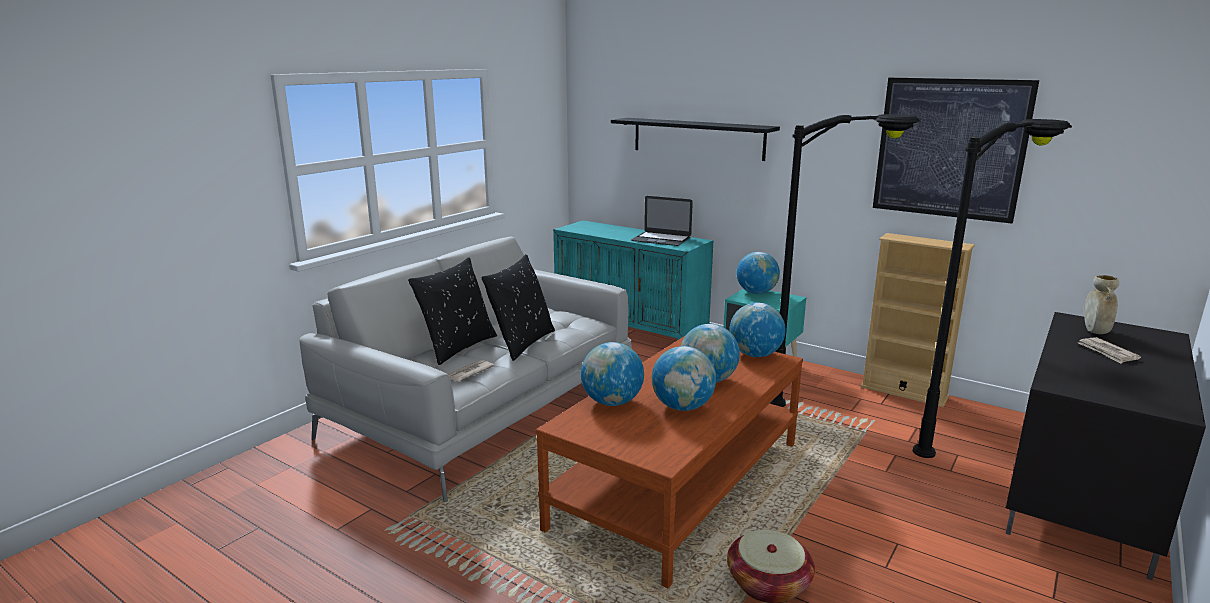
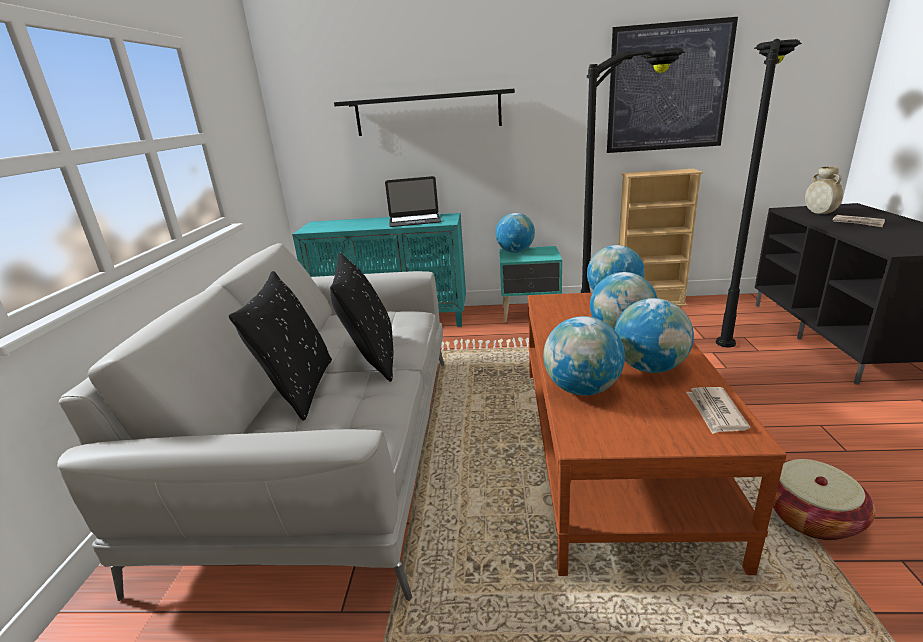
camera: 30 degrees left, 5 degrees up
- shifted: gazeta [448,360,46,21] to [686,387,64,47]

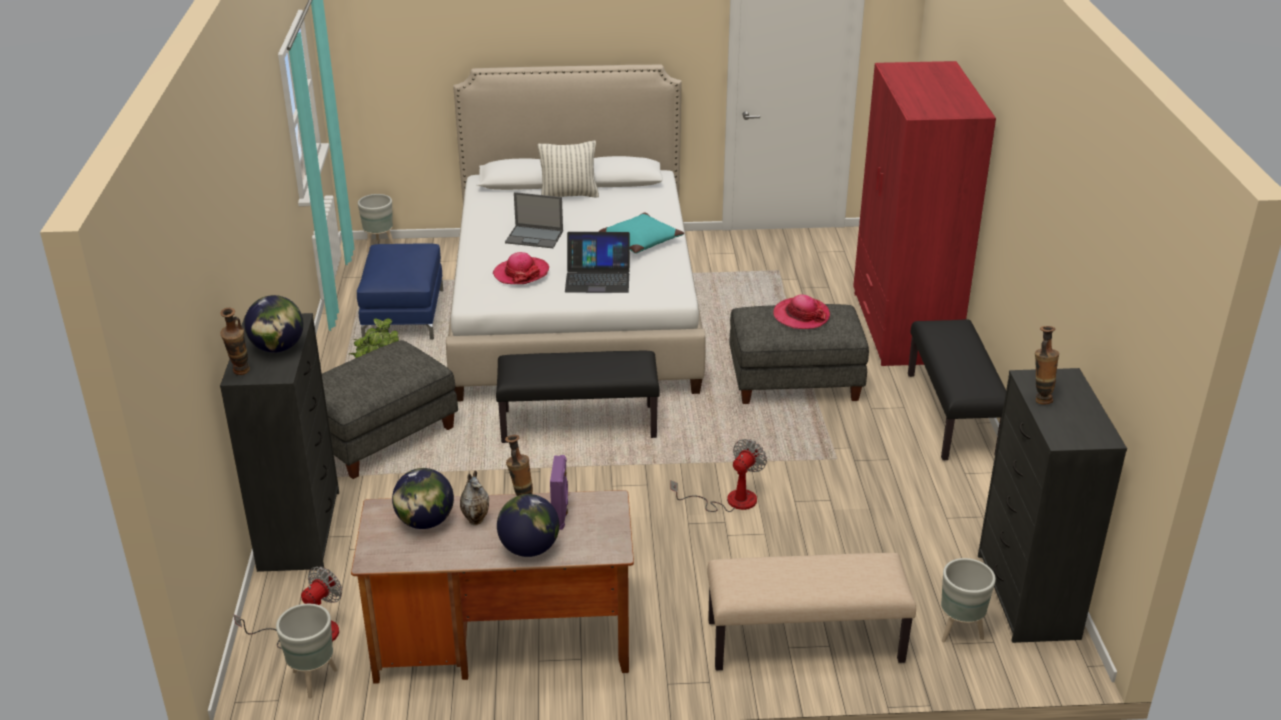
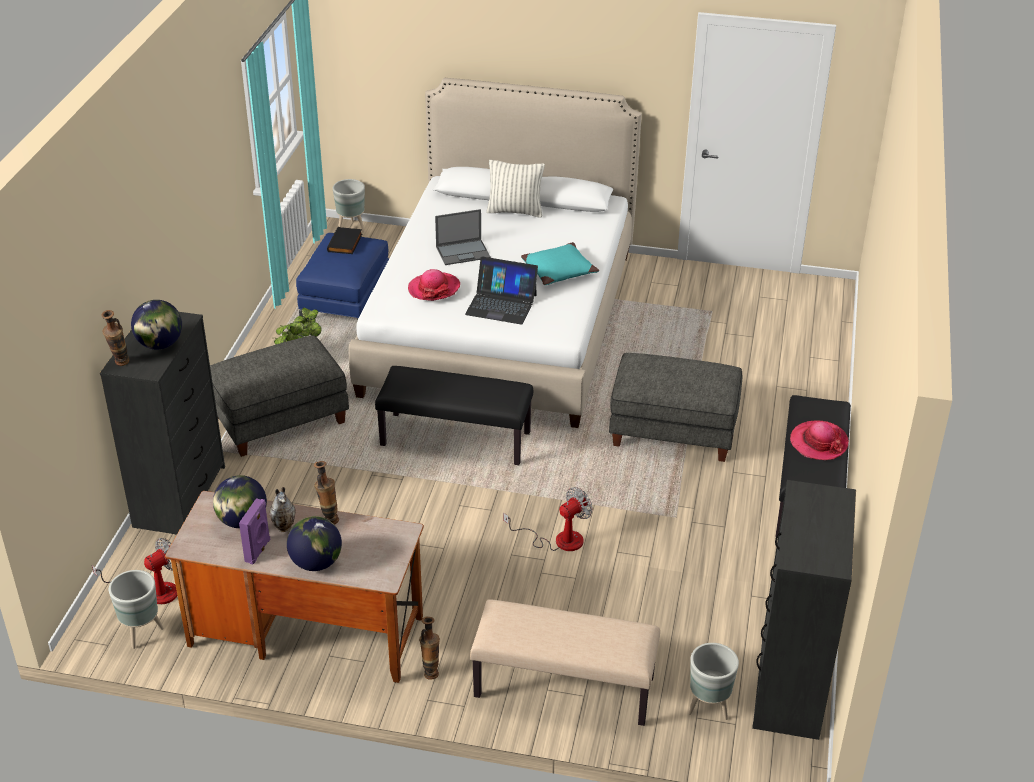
camera: 15 degrees right, 5 degrees up
- gone: szafa/czerwony [853,61,143,305]
- rotated: laptop [505,192,58,56] = [435,209,56,56] 45 degrees counterclockwise
- shifted: kapelusz [773,295,57,34] to [790,420,59,40]
- shifted: wazon [1035,326,24,79] to [419,616,21,64]
- shifted: głośnik/fioletowy [550,455,18,75] to [239,498,31,66]
- new: książka/czarny [327,227,35,27]

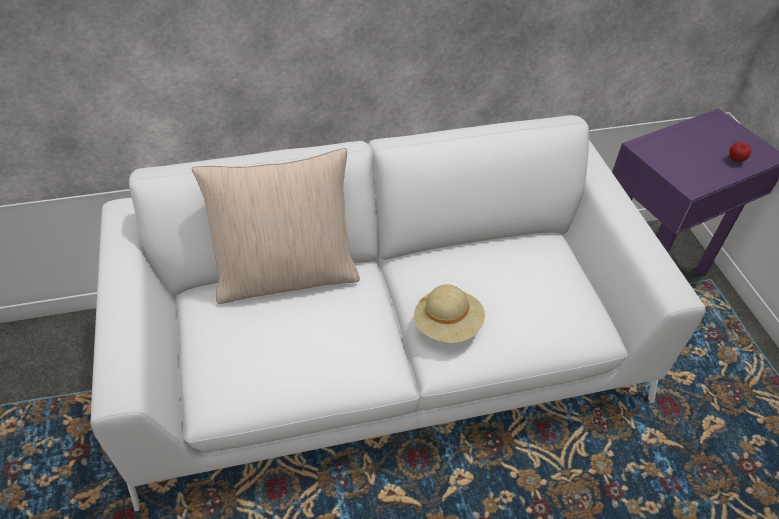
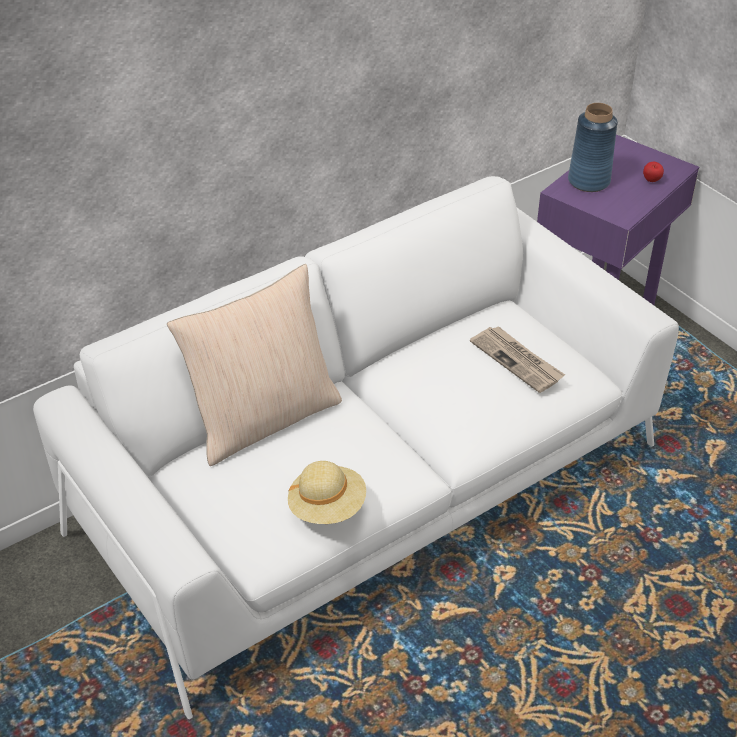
camera: 20 degrees left, 5 degrees down
- shifted: kapelusz/beżowy [414,285,71,58] to [288,461,78,63]
- new: wazon/niebieski [568,103,50,89]
- new: gazeta [470,326,95,67]

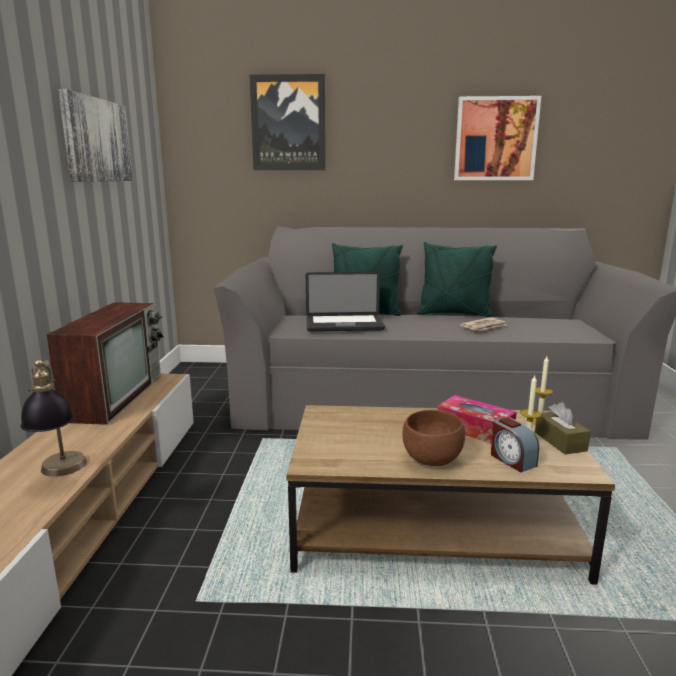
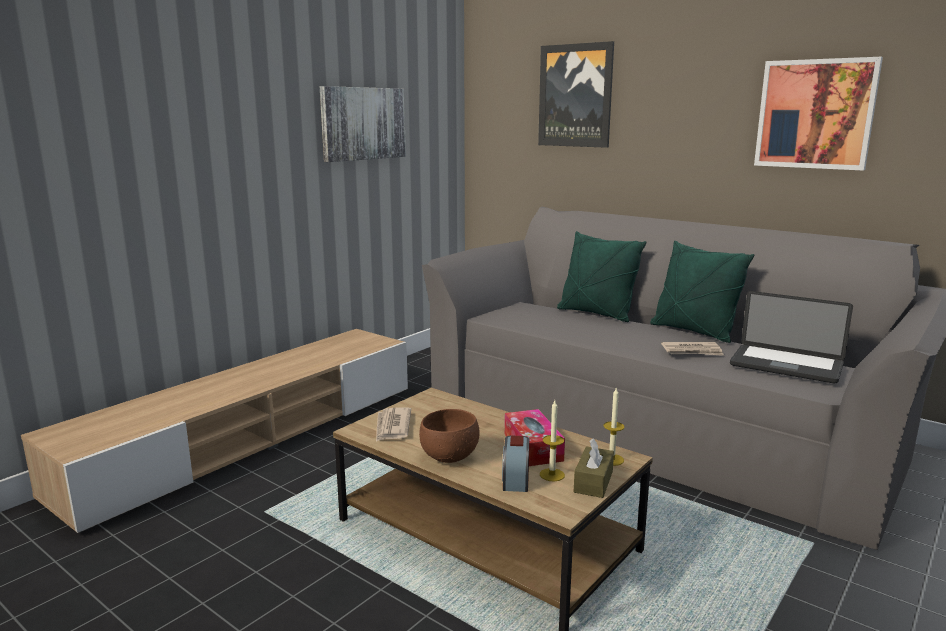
camera: 35 degrees right, 0 degrees up
- shifted: laptop [306,272,79,60] to [730,291,123,93]
- gone: telewizor [46,302,118,123]
- gone: lampa stołowa [21,360,66,117]
- new: gazeta [376,408,35,33]

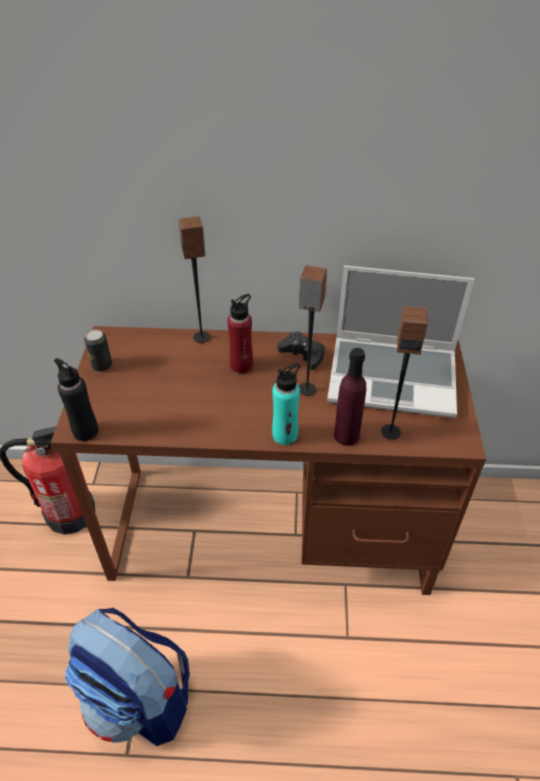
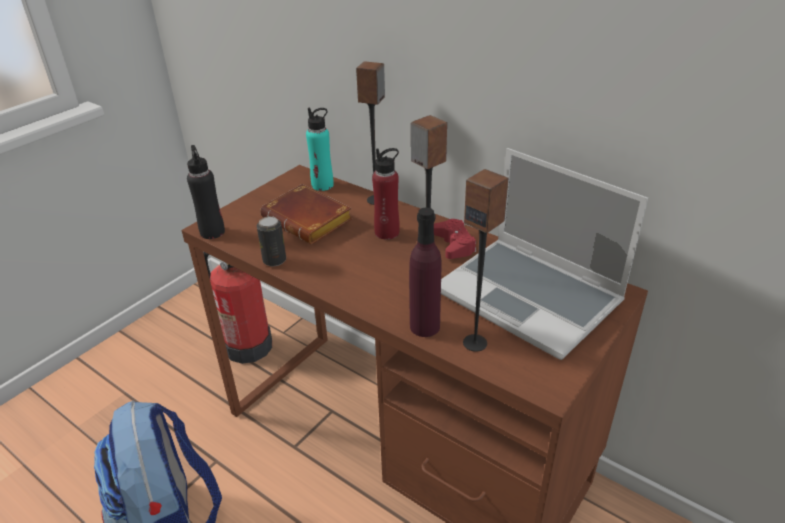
camera: 35 degrees right, 10 degrees down
- shifted: puszka [84,330,28,42] to [257,216,29,50]
- repainted: pad do gier/czarny [277,332,48,38] to pad do gier/czerwony [434,219,42,40]
- shifted: butelka/turkusowy [272,363,29,82] to [306,108,27,83]
- new: książka/brązowy [260,184,93,60]

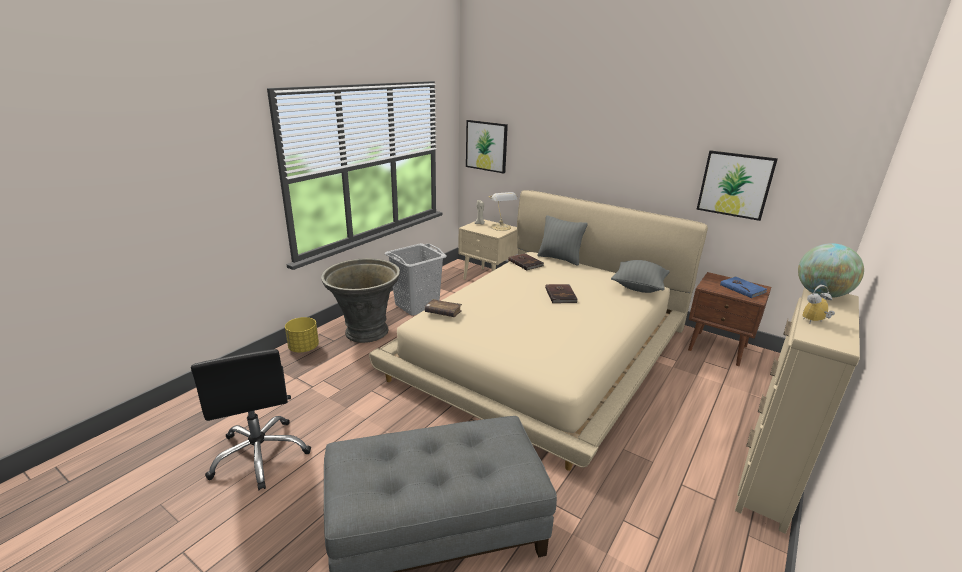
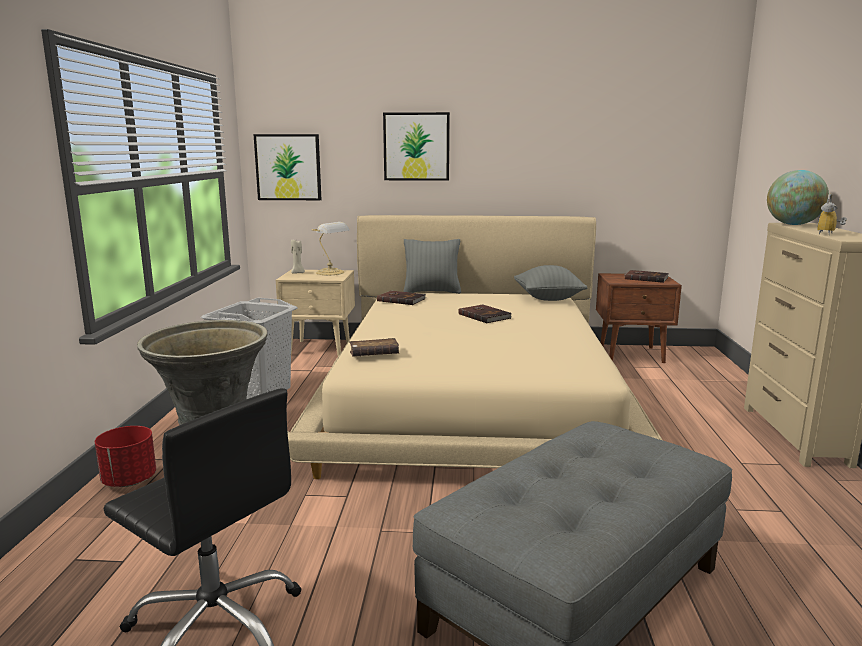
camera: 30 degrees left, 10 degrees down
- shifted: obraz [696,150,82,71] to [383,112,67,69]
- repainted: książka/niebieski [720,277,47,21] to książka/brązowy [625,270,44,13]
- repainted: donica/żółty [285,317,34,36] to donica/czerwony [95,426,61,61]

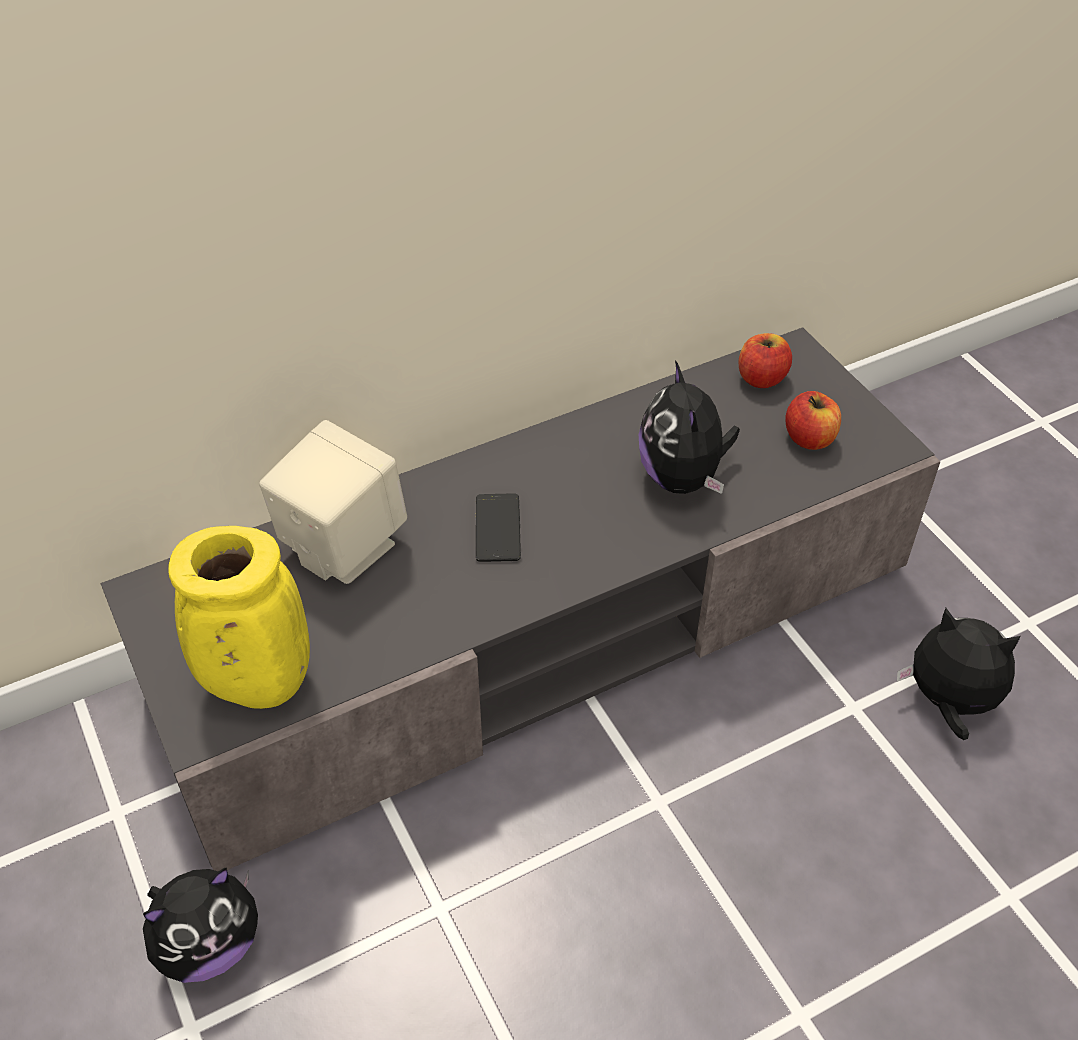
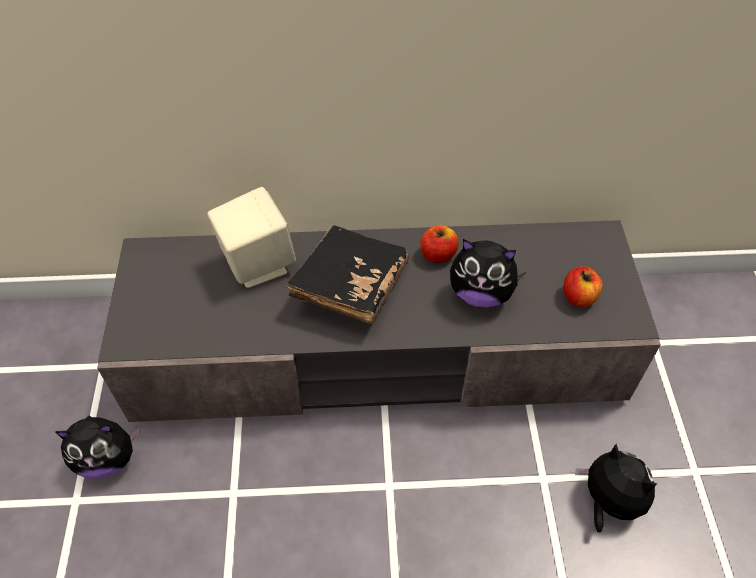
camera: 25 degrees right, 5 degrees up
- shifted: jabłko [739,333,53,55] to [420,225,39,38]
- rotated: pluszak [639,360,101,134] = [450,239,76,69] 90 degrees counterclockwise
- swapped: telefon [476,493,45,69] to książka/czarny [287,225,122,98]
- gone: wazon/żółty [168,526,142,183]

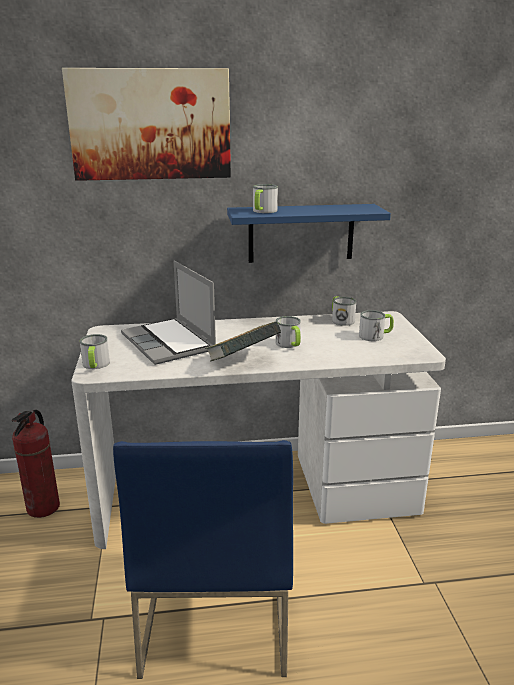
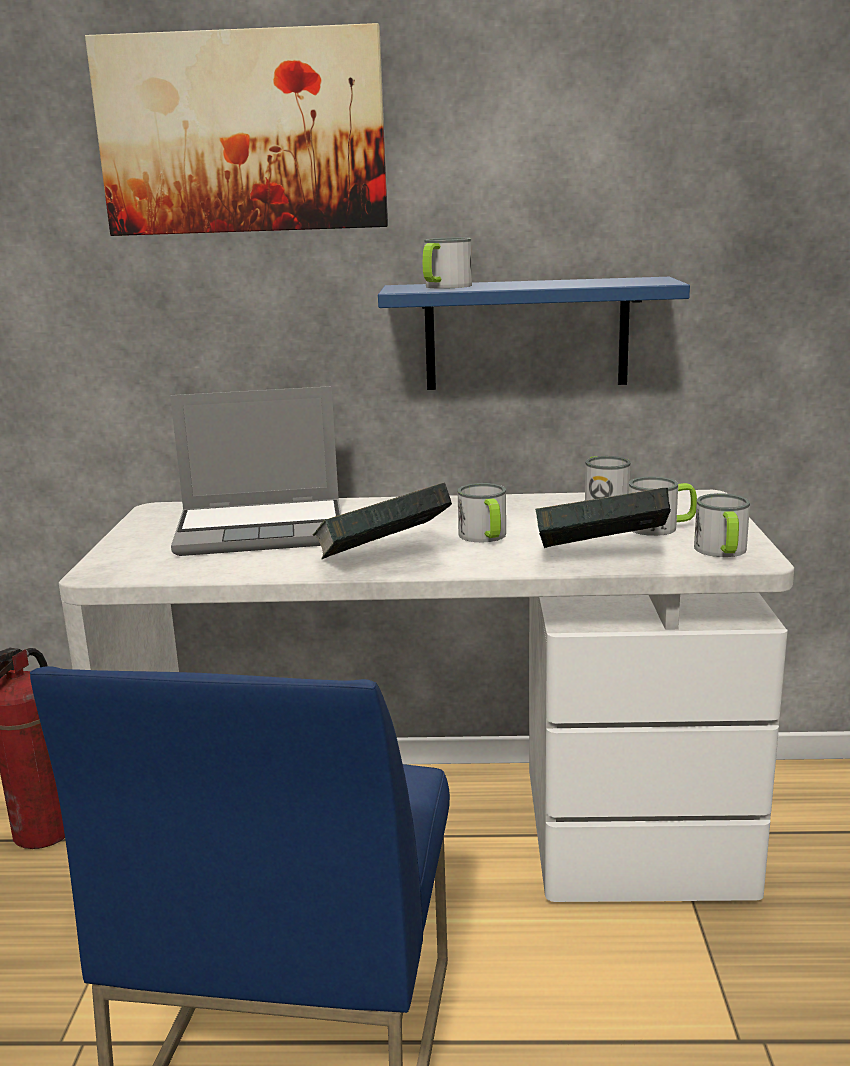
camera: 10 degrees right, 5 degrees down
- rotated: laptop [121,261,95,104] = [170,386,171,170] 75 degrees counterclockwise
- shifted: kubek [80,334,30,35] to [694,493,56,64]
- new: książka [535,487,136,61]

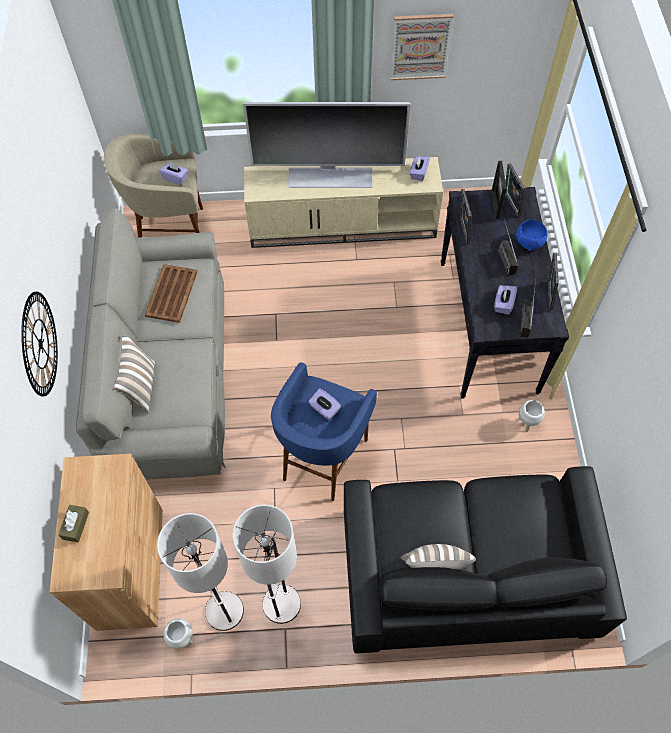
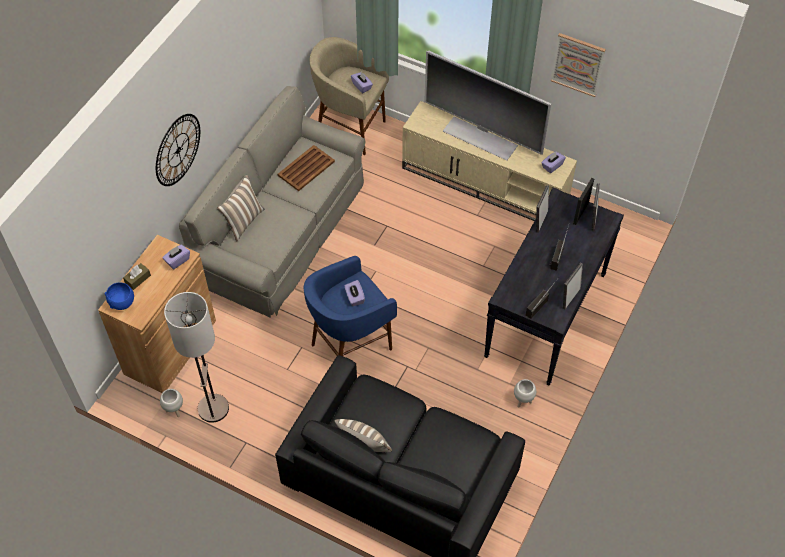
camera: 30 degrees right, 5 degrees down
- shifted: miska/niebieski [516,220,31,31] to [105,282,29,28]
- shifted: pudełko chusteczek/fioletowy [494,285,23,30] to [162,245,28,24]
- gone: lampa stojąca [232,504,69,120]

